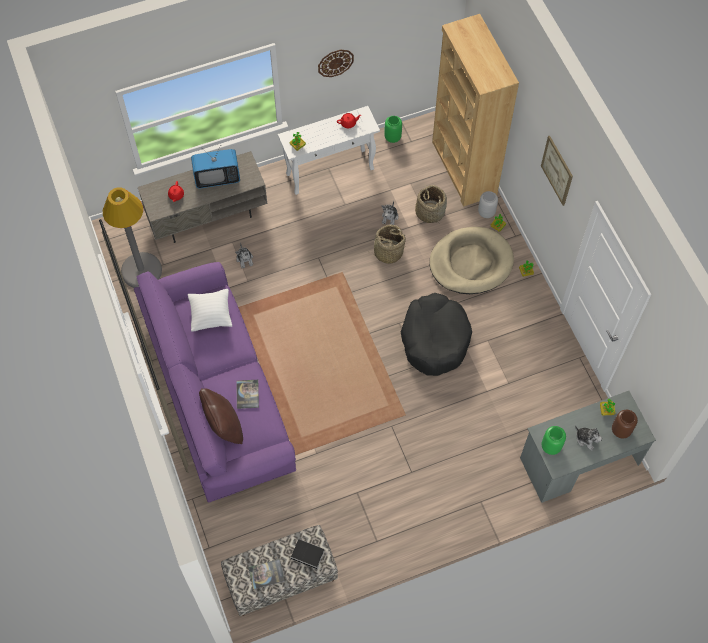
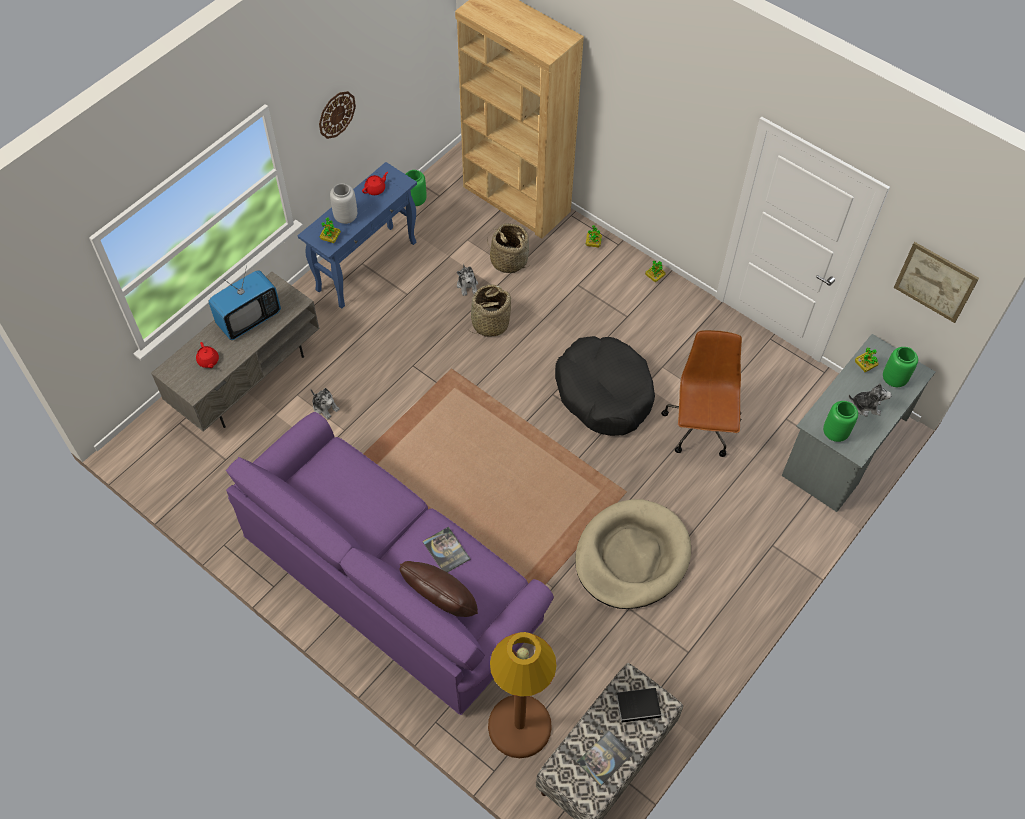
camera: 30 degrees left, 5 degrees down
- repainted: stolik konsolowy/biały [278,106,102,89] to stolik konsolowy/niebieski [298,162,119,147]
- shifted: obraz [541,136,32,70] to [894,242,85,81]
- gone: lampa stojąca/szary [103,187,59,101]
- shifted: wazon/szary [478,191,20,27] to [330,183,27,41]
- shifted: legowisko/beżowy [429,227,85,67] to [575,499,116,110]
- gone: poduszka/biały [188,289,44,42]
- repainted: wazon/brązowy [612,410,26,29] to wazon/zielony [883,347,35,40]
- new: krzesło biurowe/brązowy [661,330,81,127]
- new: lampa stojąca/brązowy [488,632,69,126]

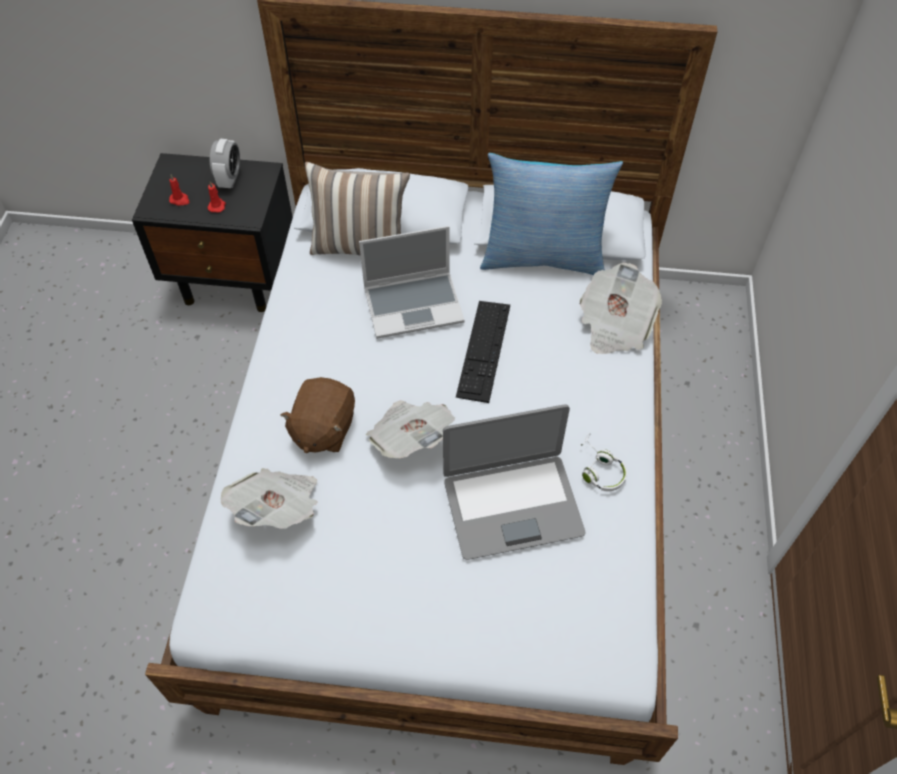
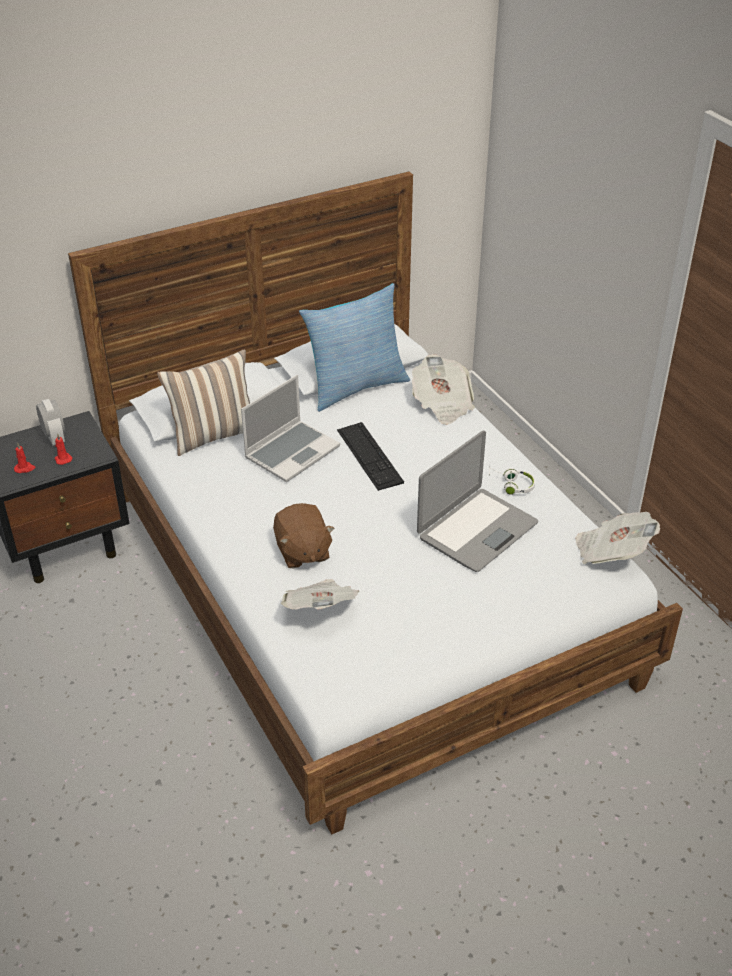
camera: 35 degrees left, 15 degrees down
- shifted: gazeta [366,401,89,57] to [575,512,85,52]

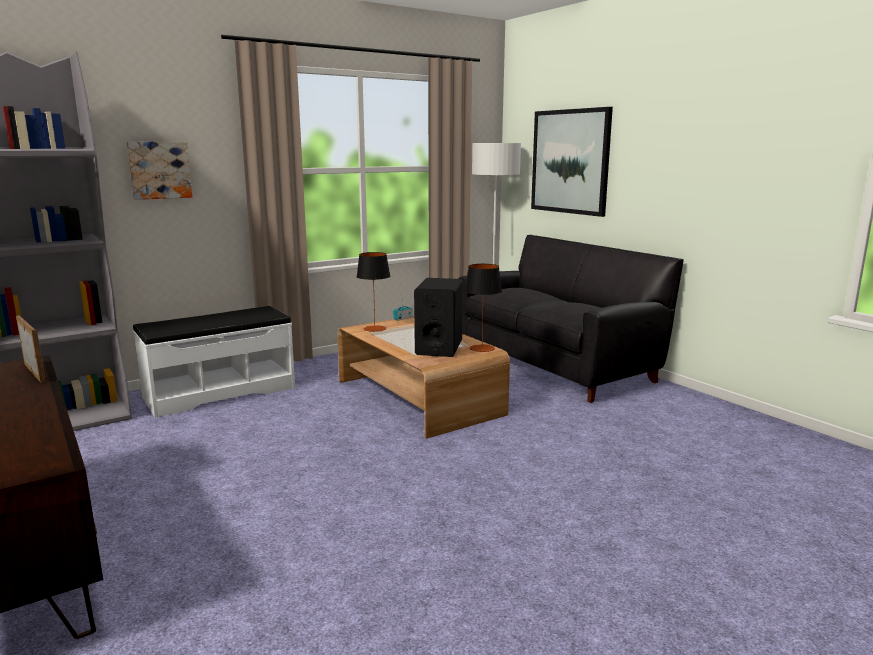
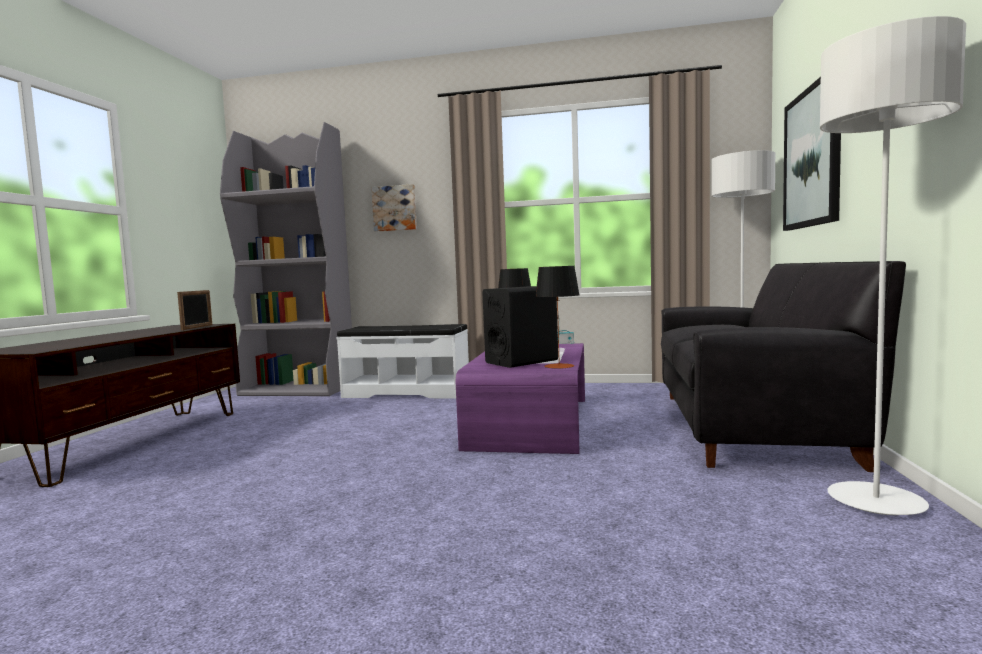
camera: 45 degrees right, 10 degrees down
- repainted: ława/brązowy [338,316,172,123] to ława/fioletowy [456,343,129,111]
- new: lampa stojąca/biały [820,16,146,499]

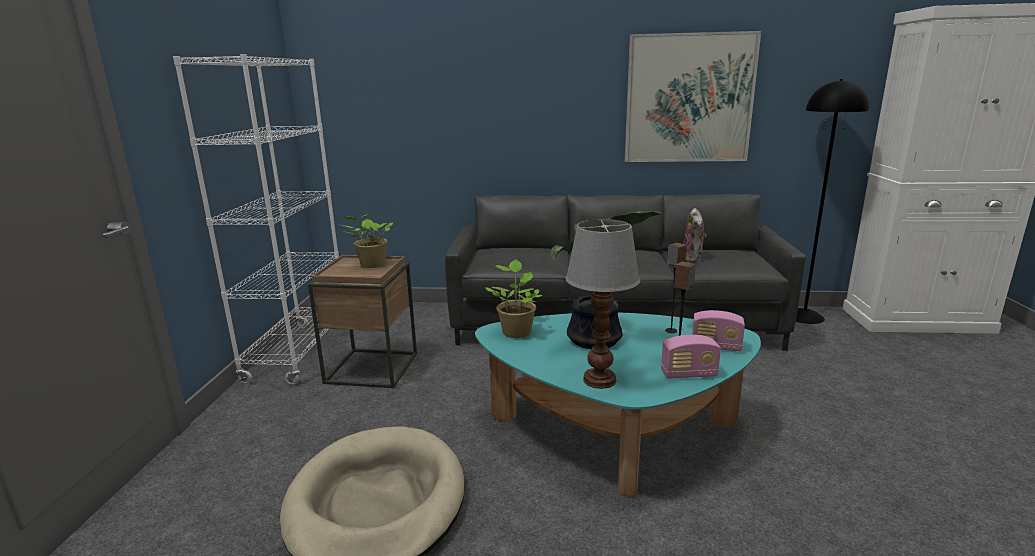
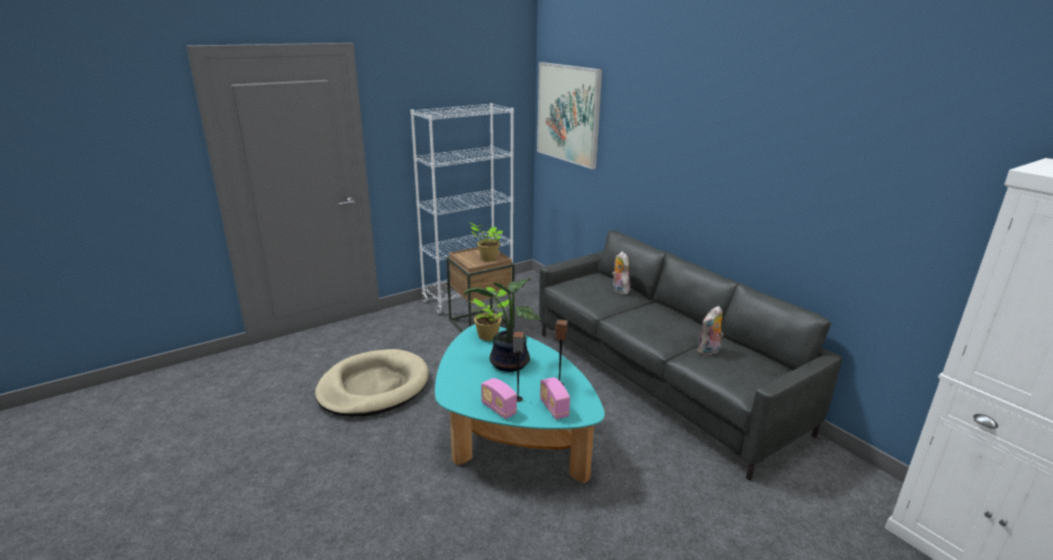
camera: 50 degrees right, 5 degrees up
- shifted: obraz [625,31,136,131] to [537,62,65,107]
- gone: lampa stojąca/czarny [796,79,73,245]
- gone: lampa stołowa [566,219,74,170]
- new: pluszak [612,252,18,43]

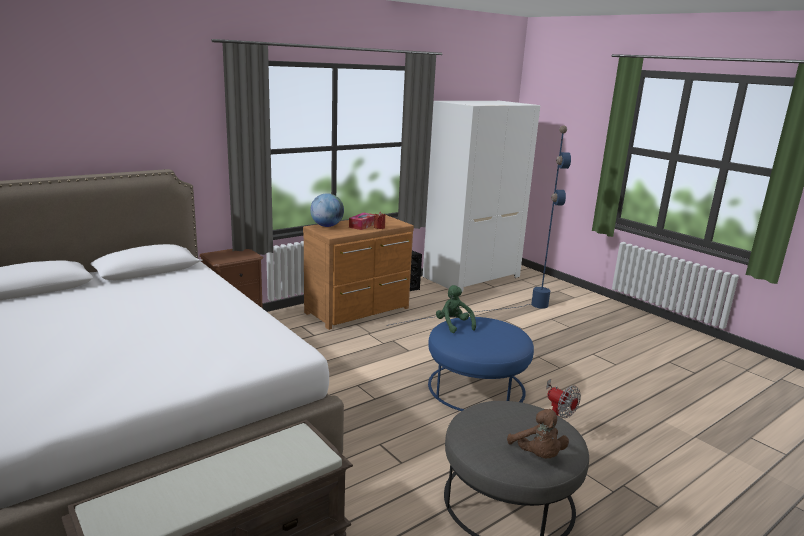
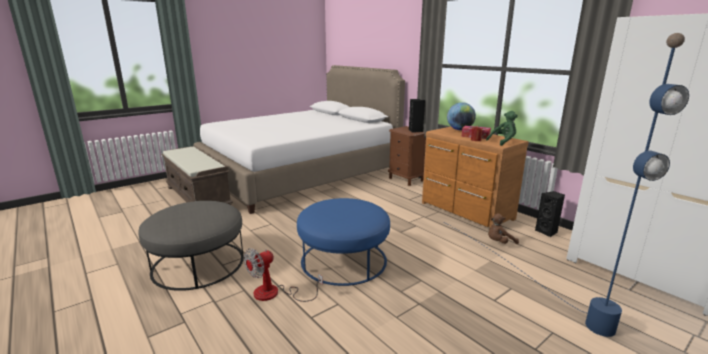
camera: 90 degrees right, 0 degrees up
- shifted: pluszak/zielony [436,285,40,48] to [486,111,32,35]
- shifted: pluszak/brązowy [507,409,62,49] to [488,213,31,31]
- new: głośnik/czarny [409,99,16,34]

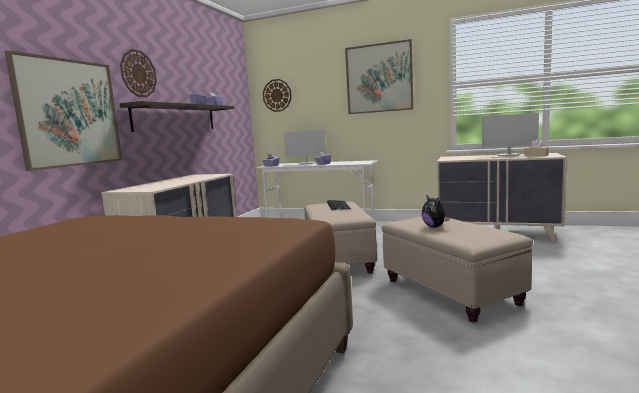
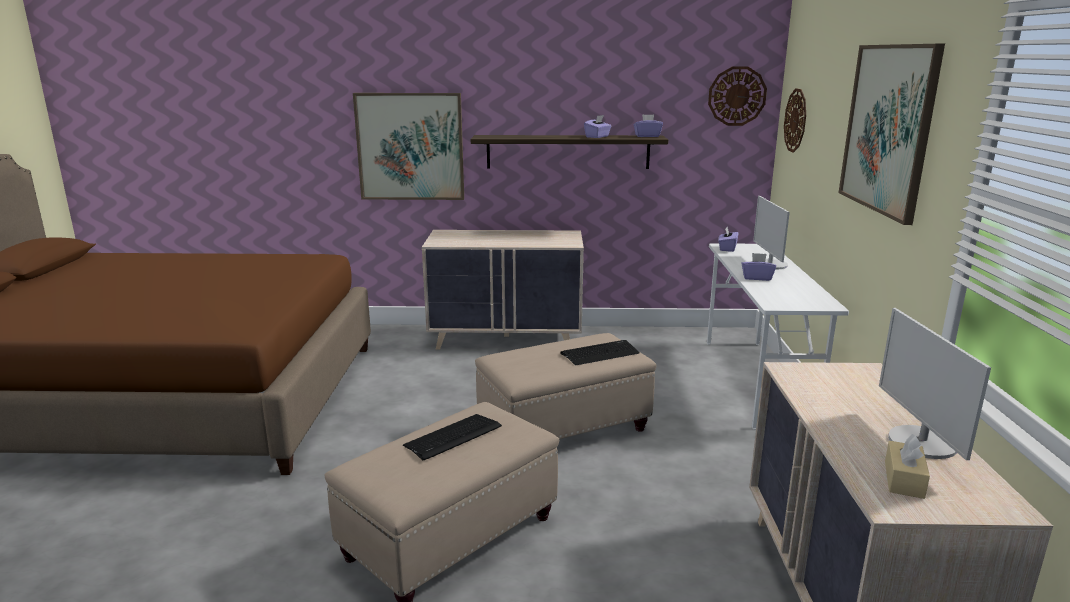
camera: 70 degrees right, 10 degrees up
- shifted: zegar ścienny [120,49,37,48] to [708,66,59,60]
- swapped: pluszak [422,195,27,32] to klawiatura [403,414,99,46]

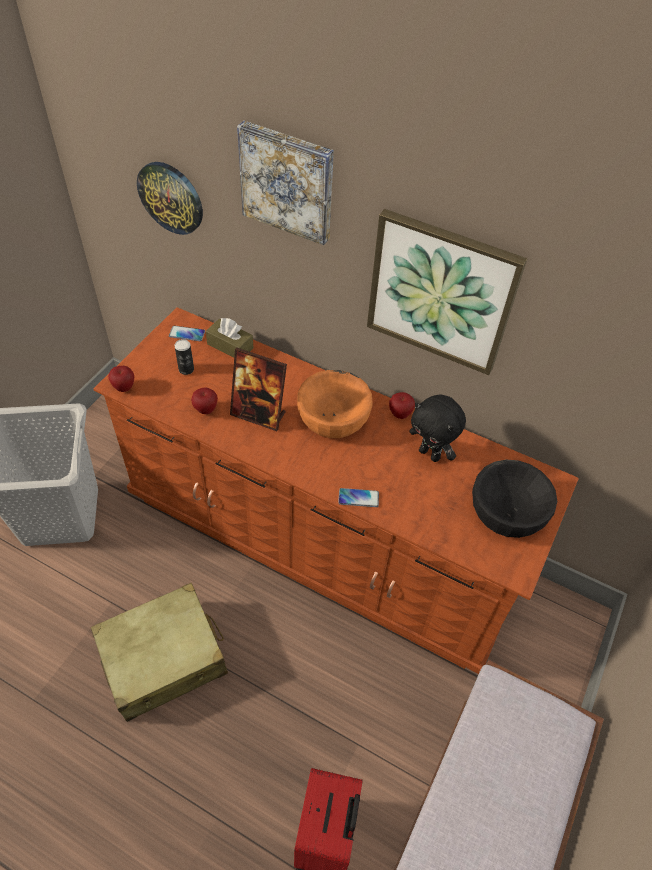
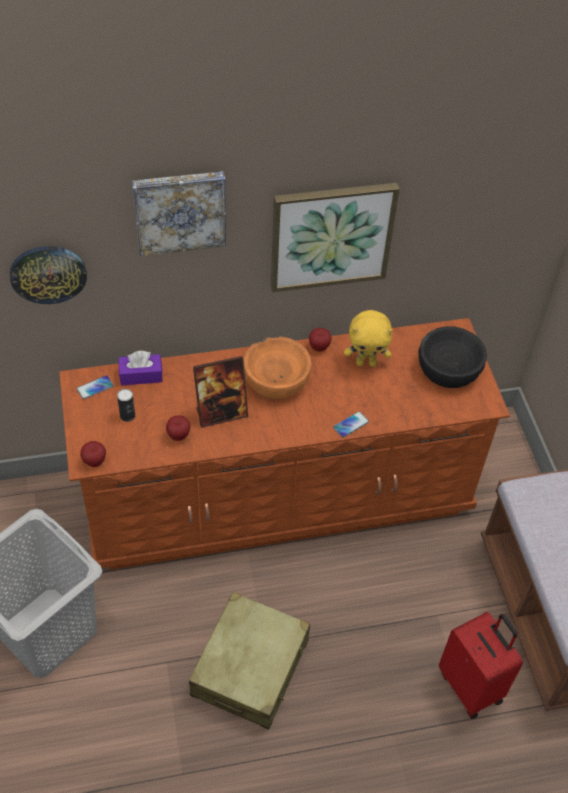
camera: 40 degrees left, 0 degrees up
- repainted: pudełko chusteczek/brązowy [206,318,47,40] to pudełko chusteczek/fioletowy [118,351,45,35]
- repainted: pluszak/czarny [409,395,57,67] to pluszak/żółty [344,310,49,57]

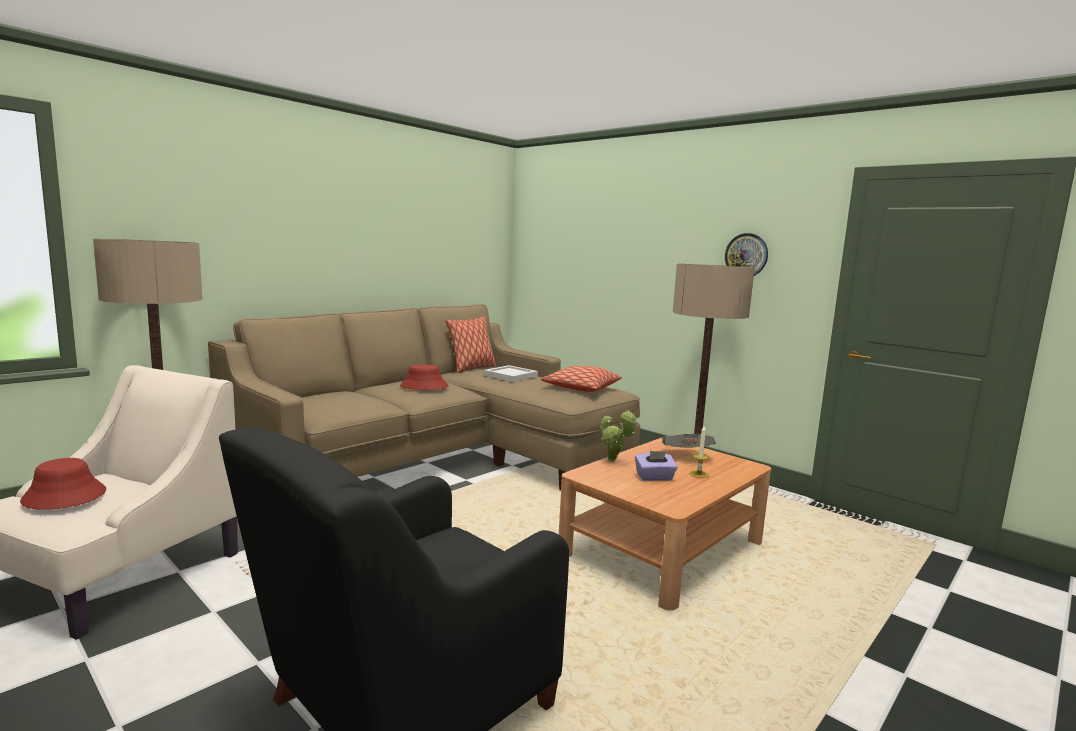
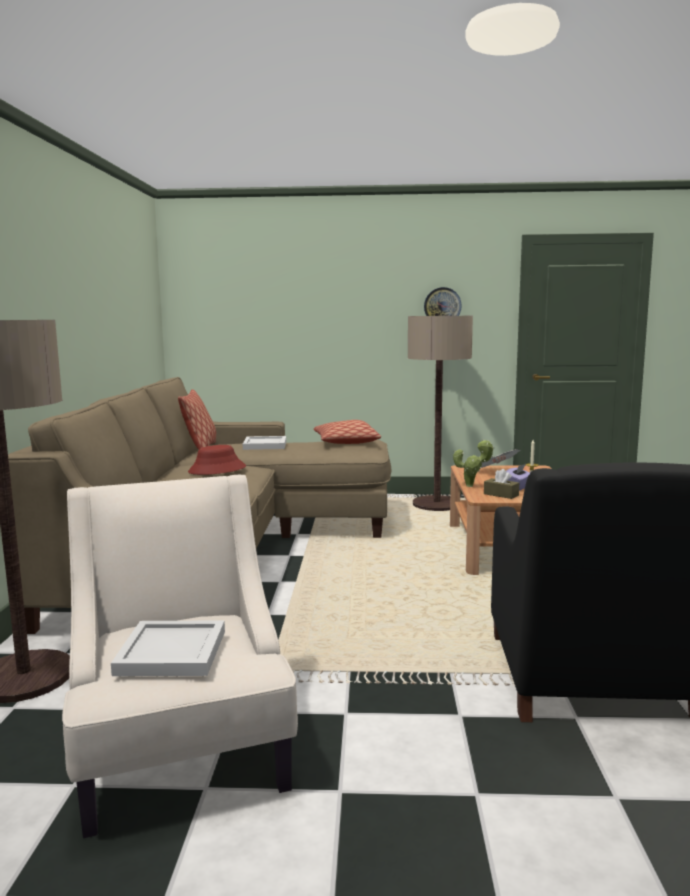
camera: 40 degrees left, 0 degrees up
- swapped: kapelusz/czerwony [20,458,86,52] to taca/biały [111,621,114,55]
- new: pudełko chusteczek/brązowy [484,469,35,30]

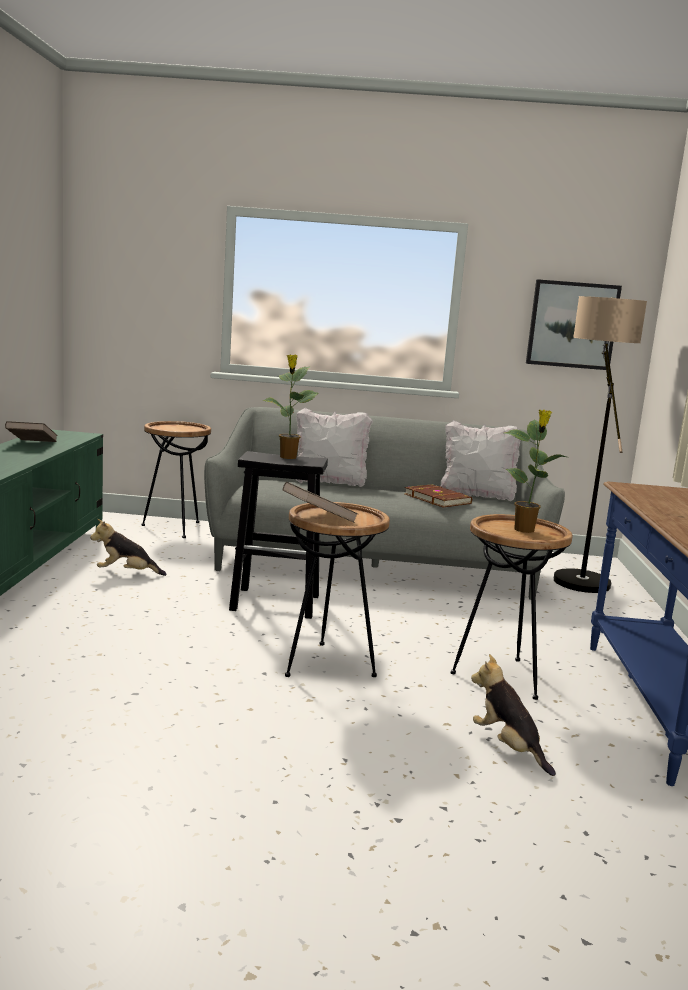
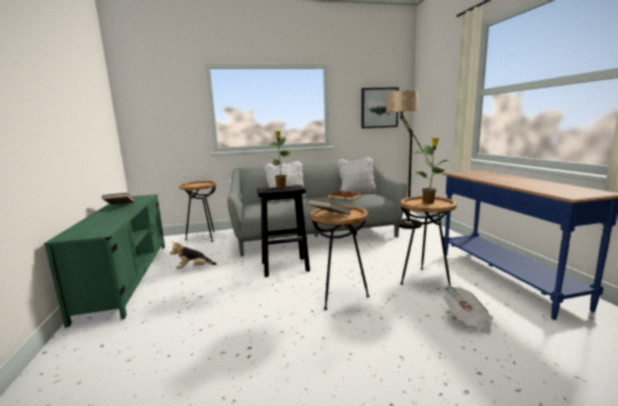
camera: 15 degrees left, 0 degrees up
- swapped: pluszak [471,654,85,122] to gazeta [443,285,50,50]

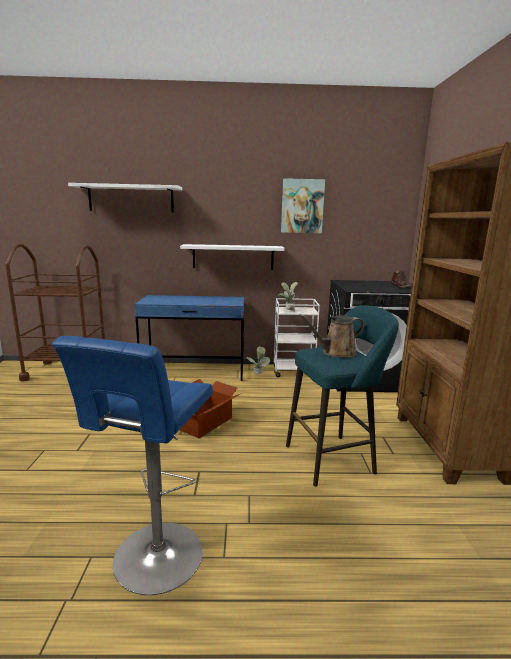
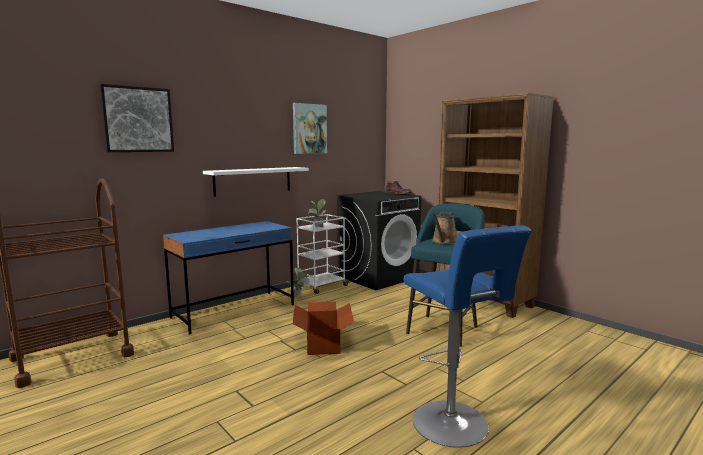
camera: 40 degrees left, 5 degrees down
- swapped: półka/biały [68,183,114,30] to obraz [99,84,75,68]

